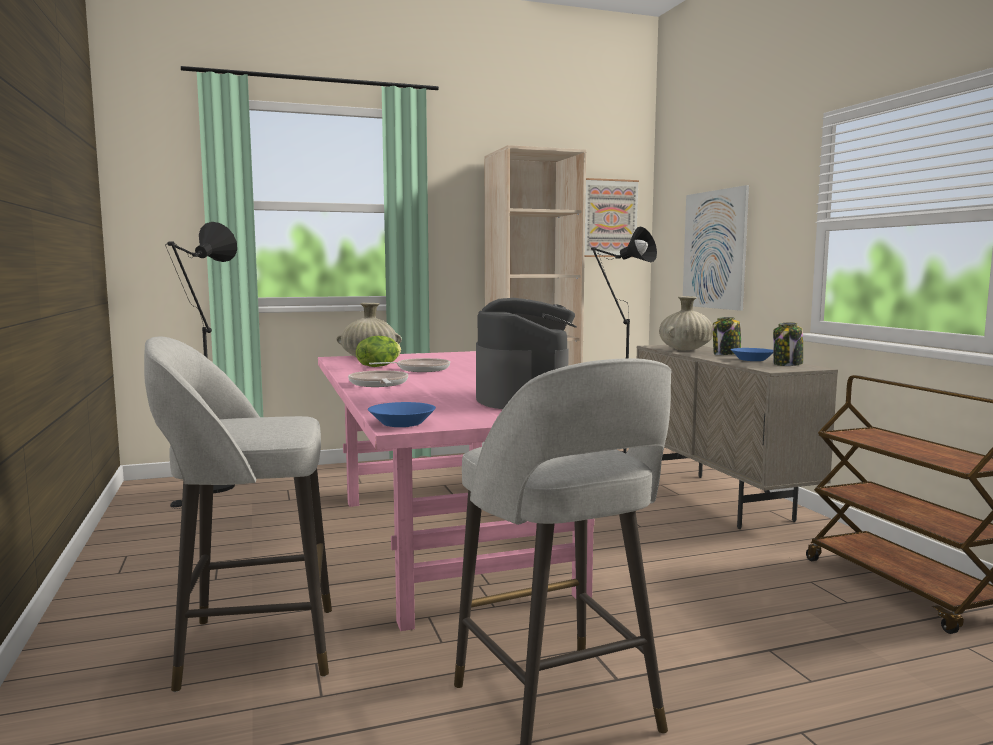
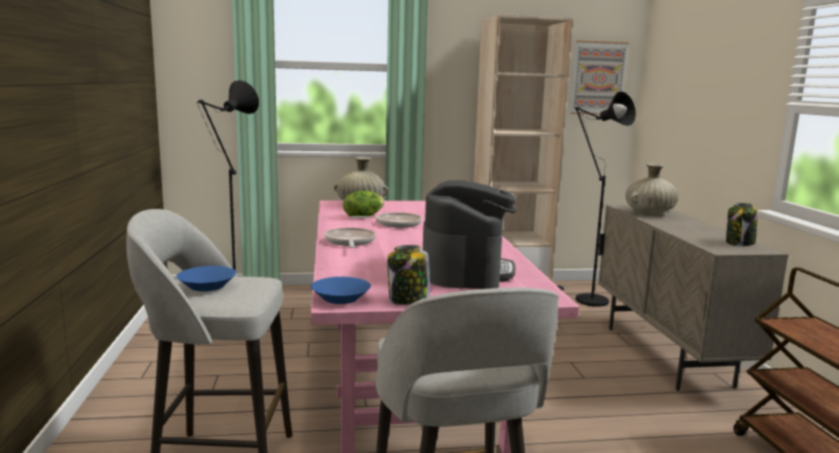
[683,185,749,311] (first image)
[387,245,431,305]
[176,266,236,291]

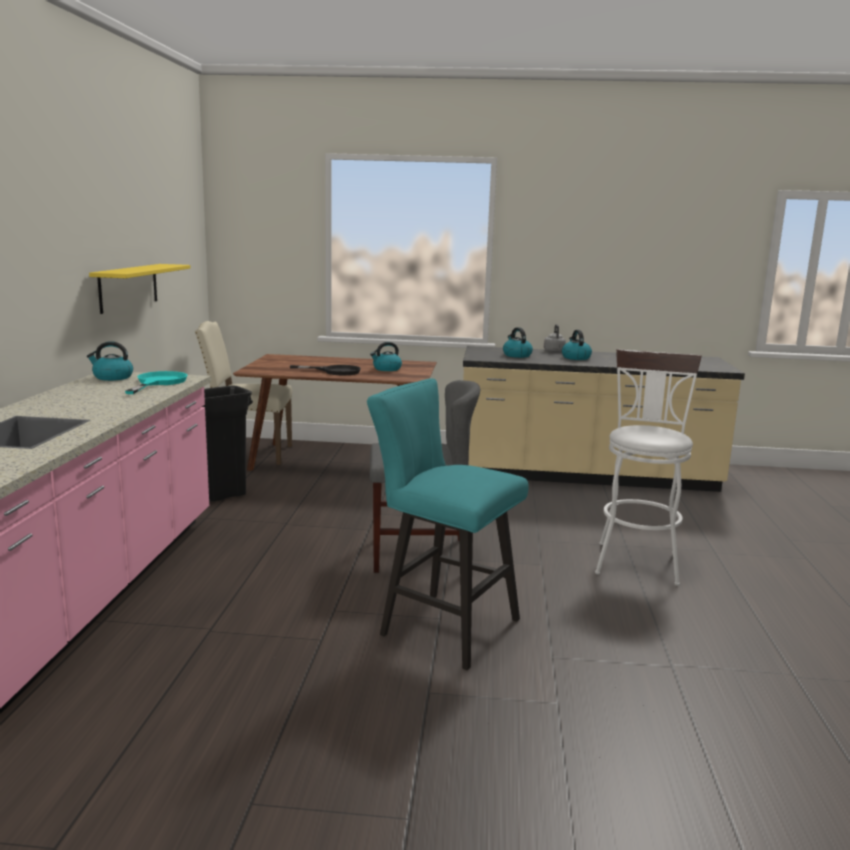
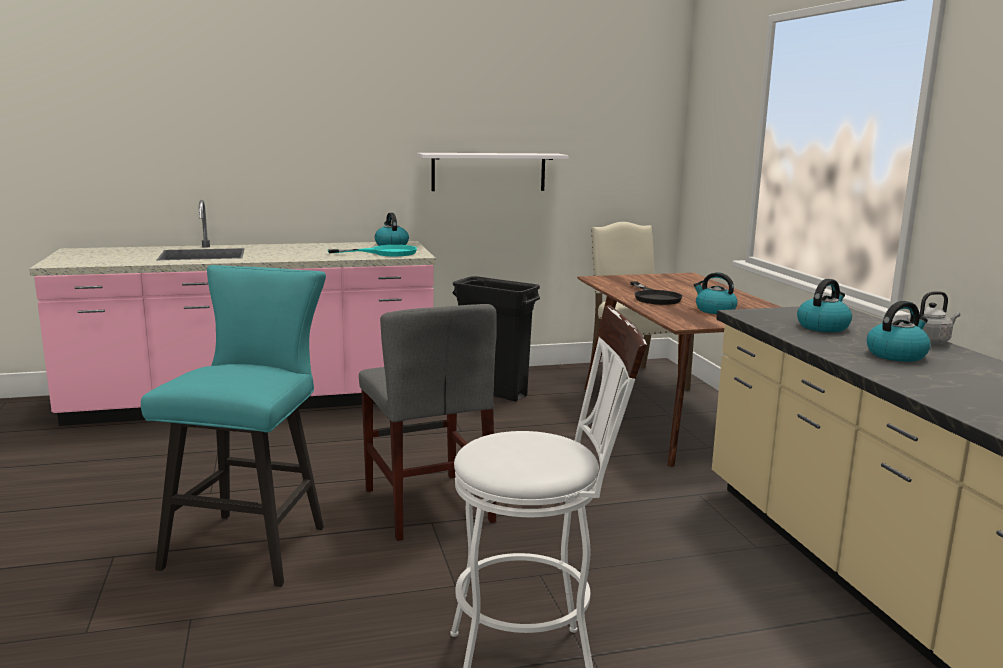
[417,153,569,191]

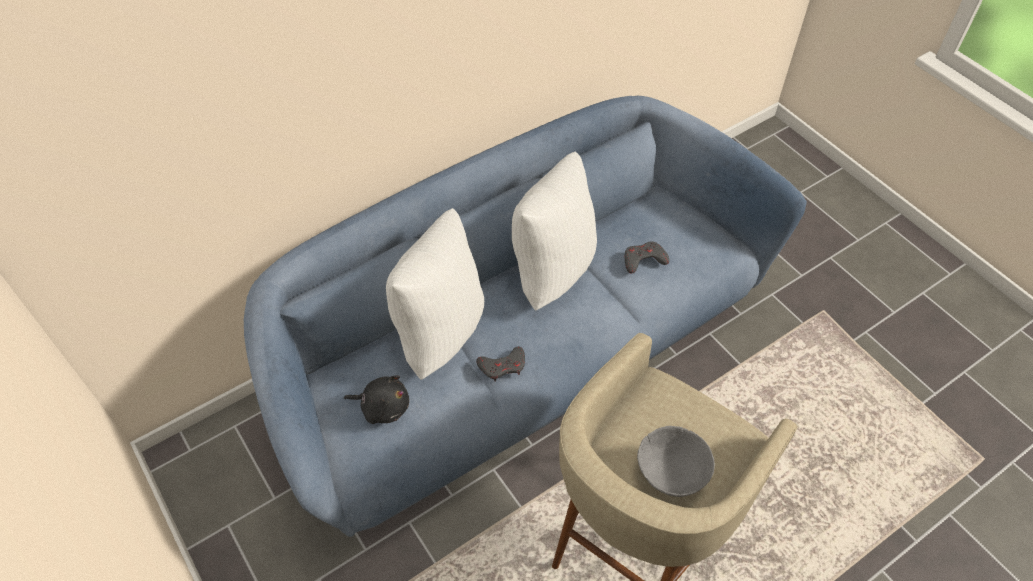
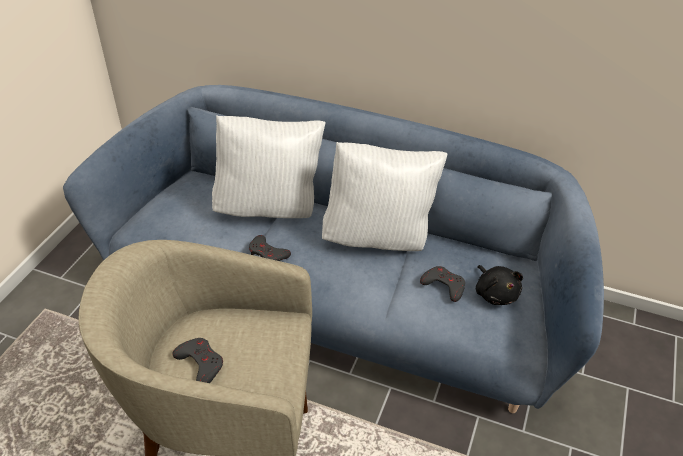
[476,265,523,305]
[172,338,223,383]

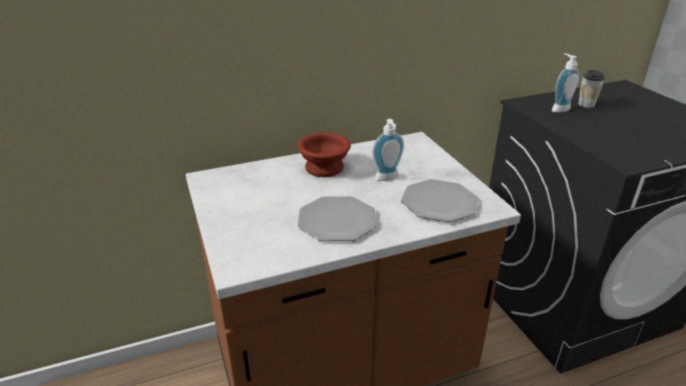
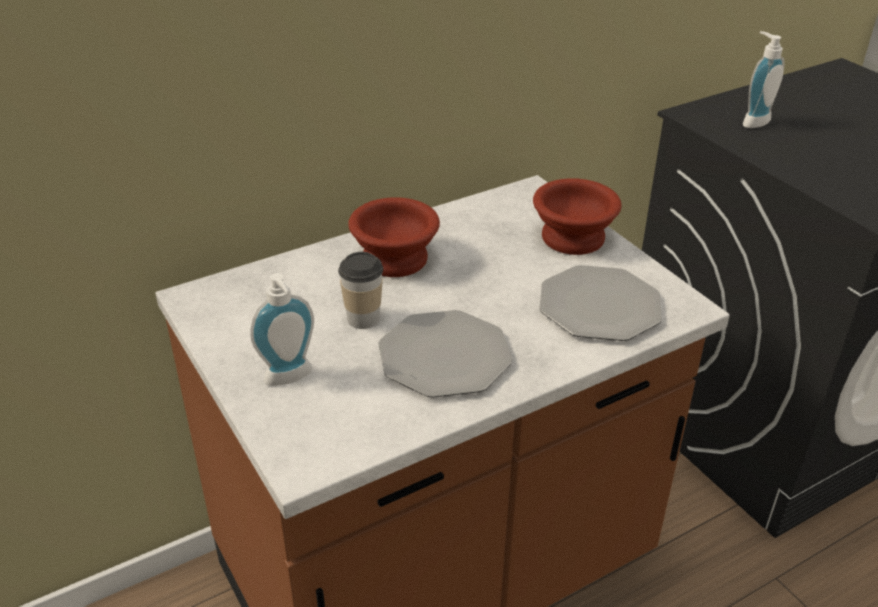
[533,178,622,255]
[250,273,314,386]
[338,252,383,329]

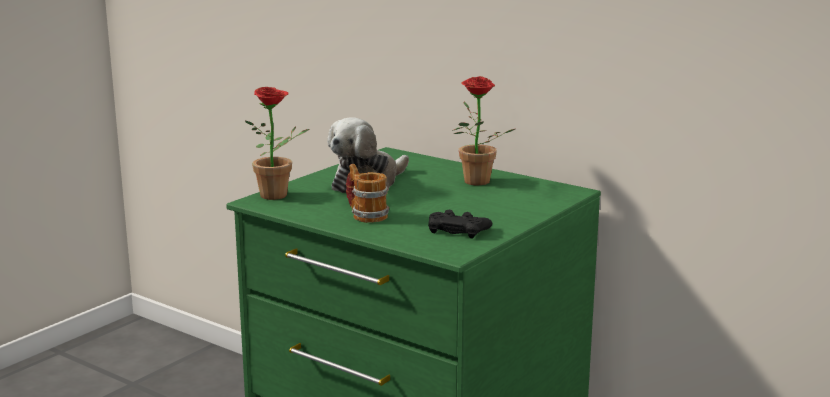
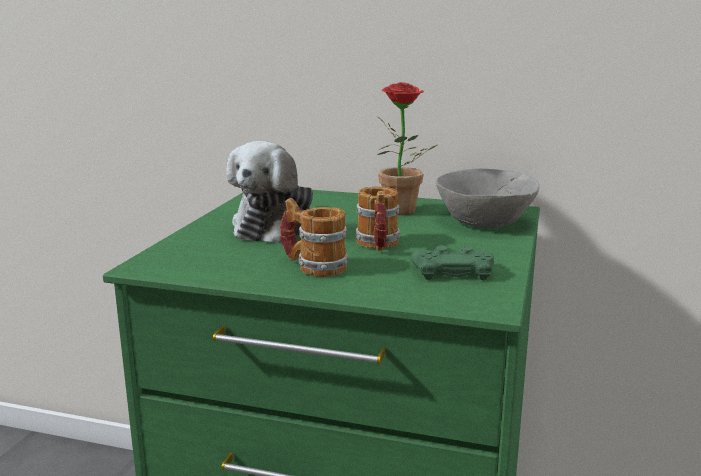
[245,87,310,200] (first image)
[356,187,400,251]
[436,169,539,228]
[411,245,494,280]

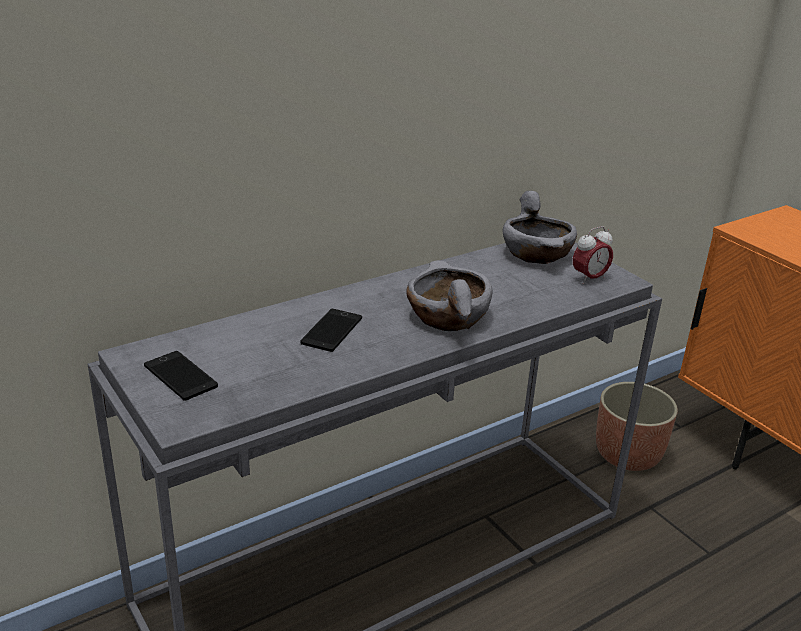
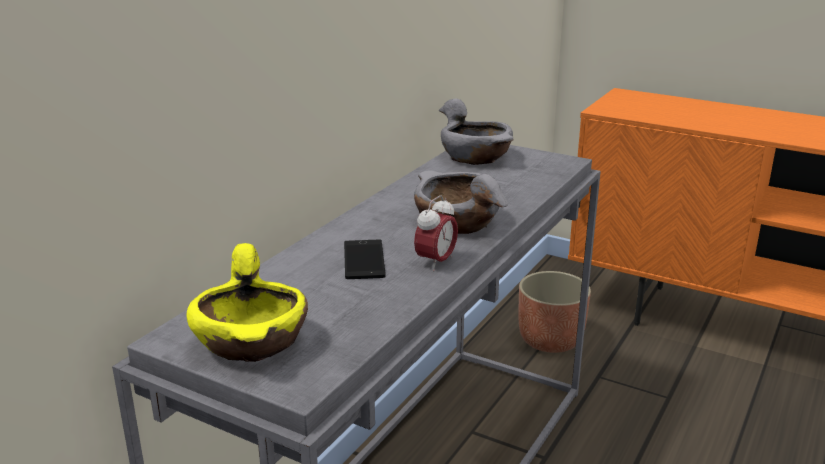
[414,195,458,271]
[186,243,308,362]

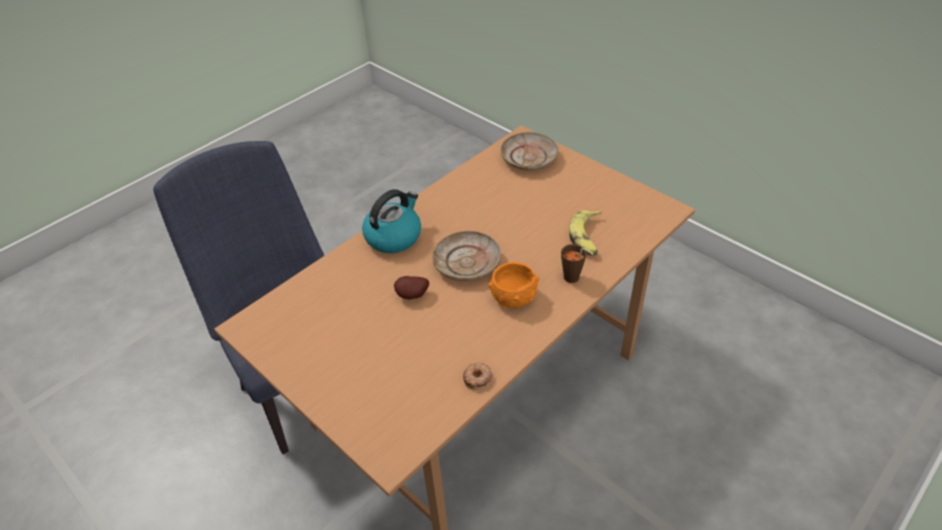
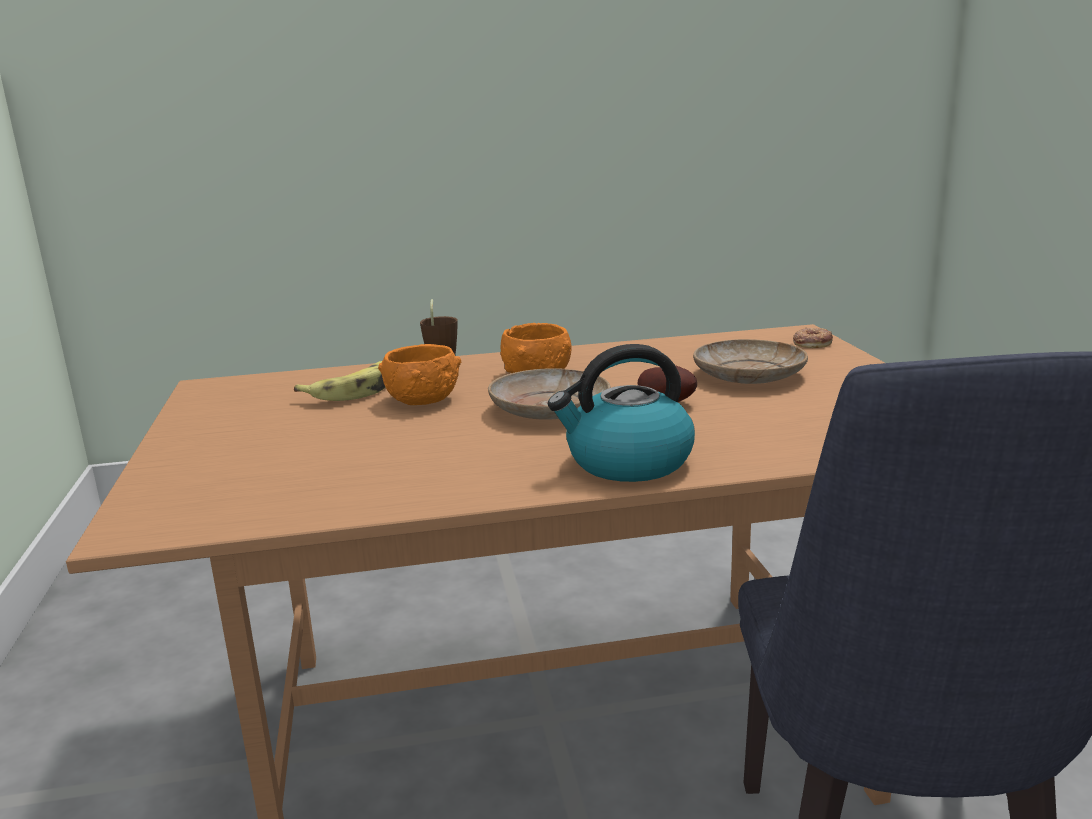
[378,344,461,405]
[793,327,833,348]
[693,339,808,384]

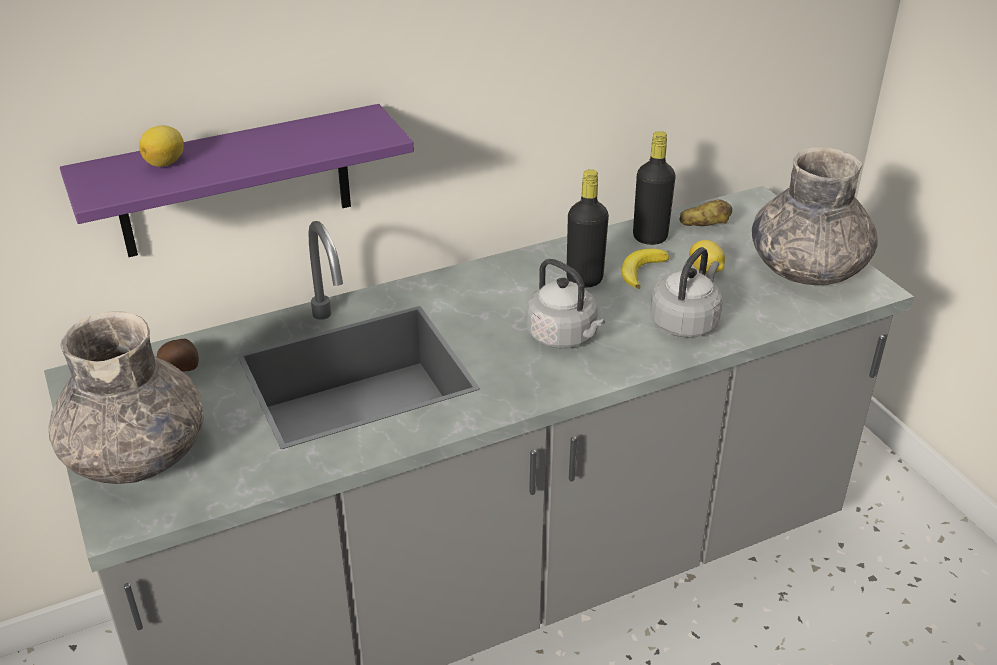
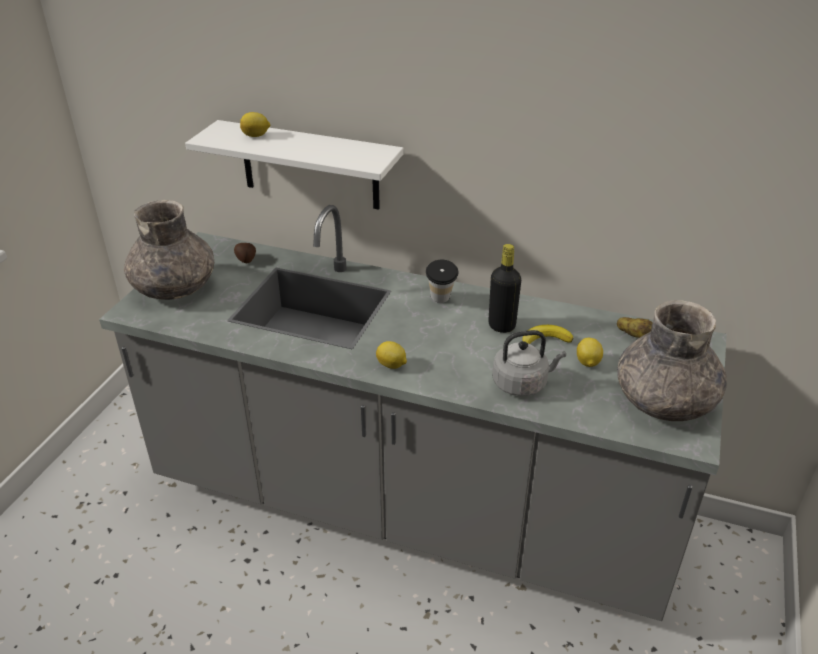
[527,259,605,348] (first image)
[633,131,676,245] (first image)
[376,341,407,369]
[426,259,458,303]
[185,120,404,210]

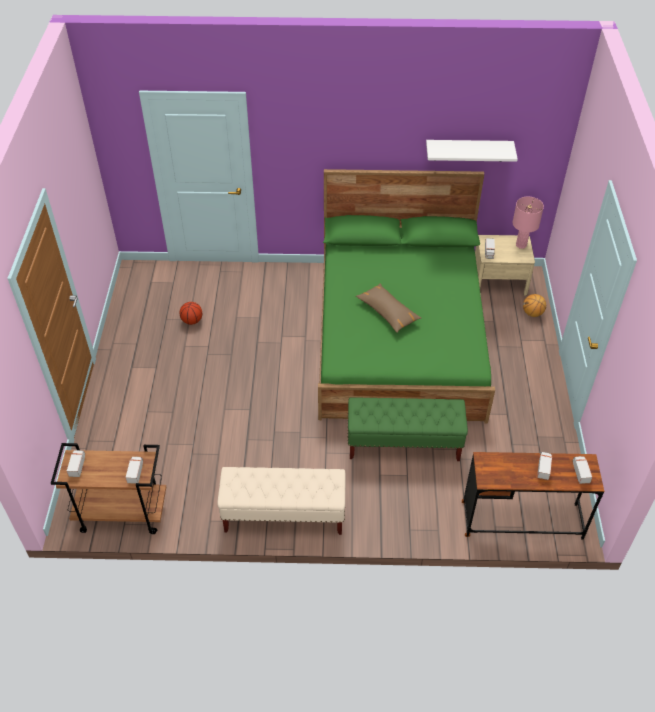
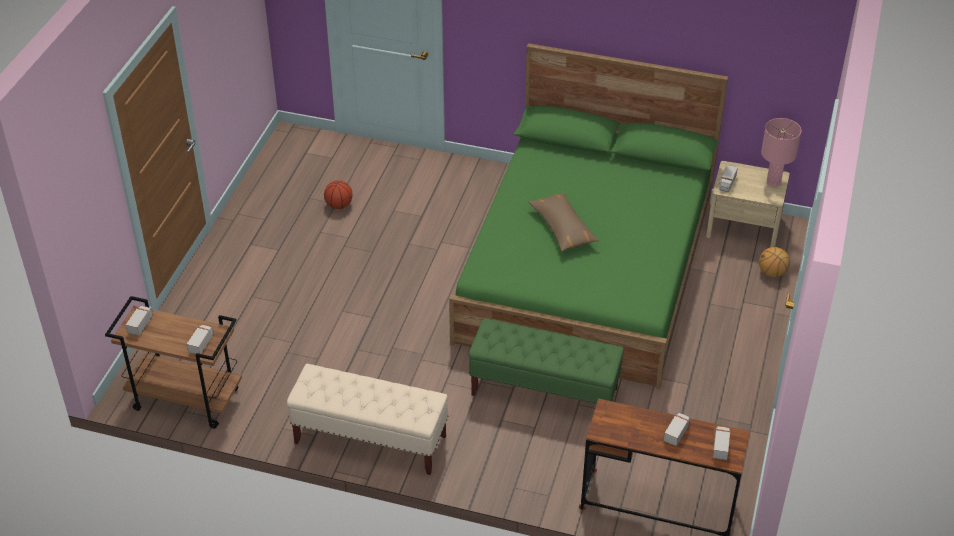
[426,140,518,162] (first image)

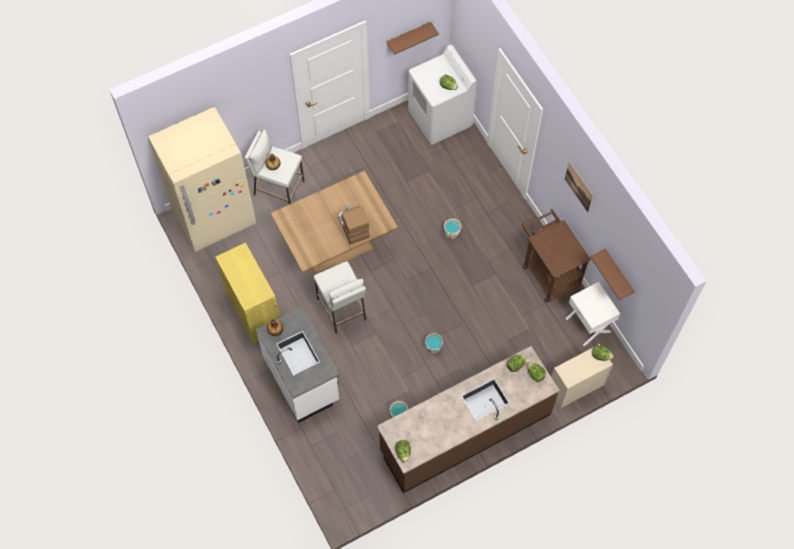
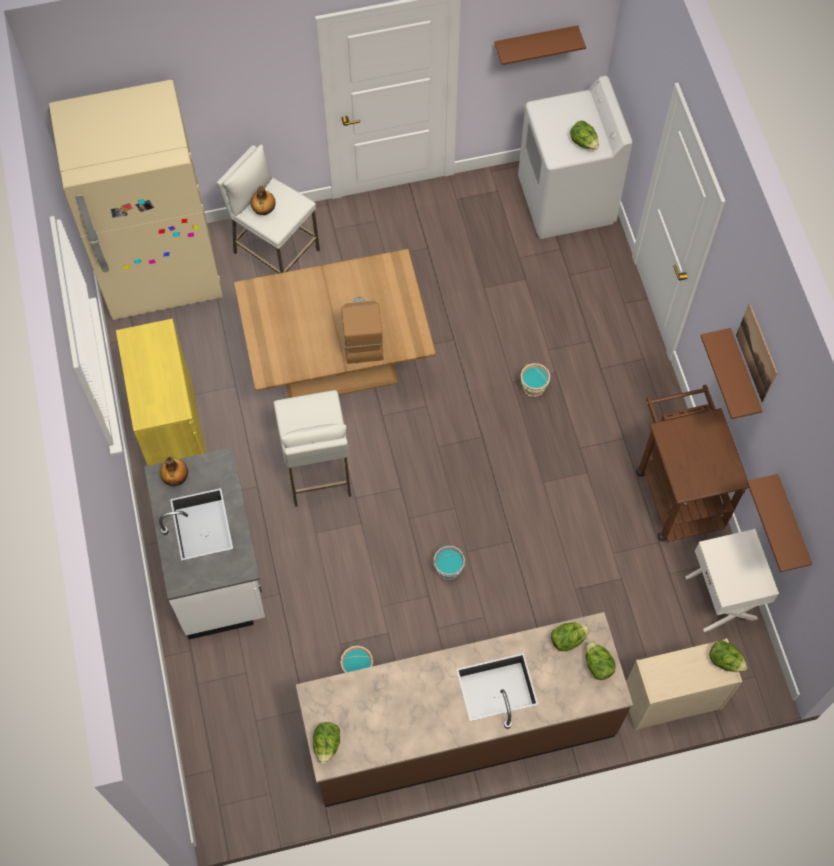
[701,328,762,419]

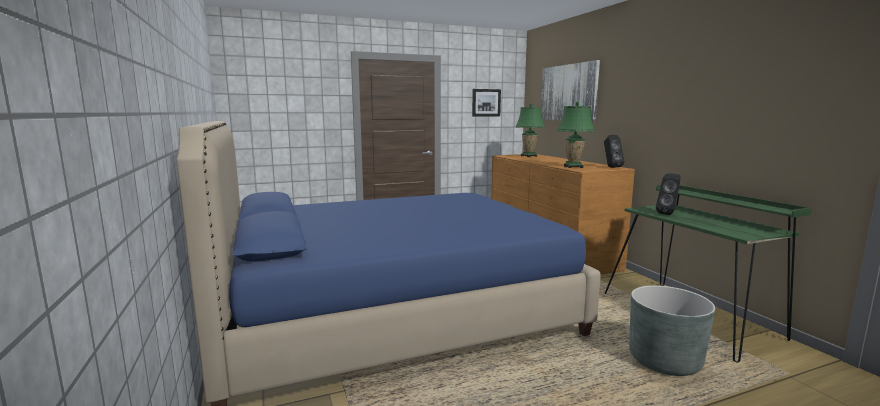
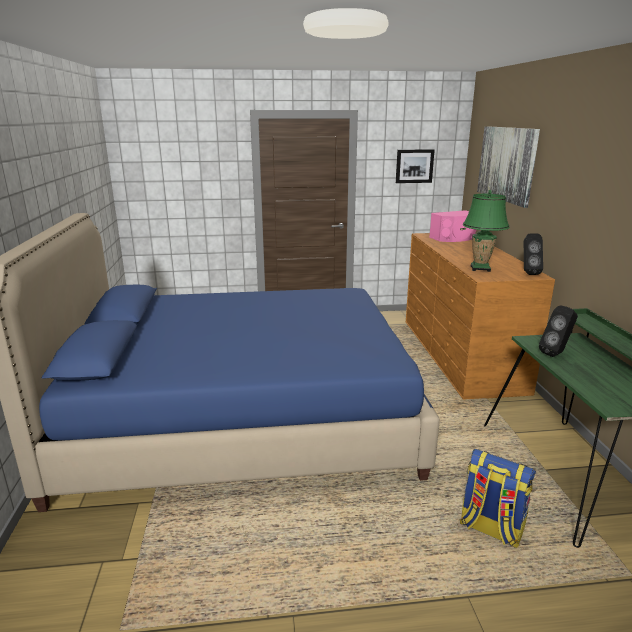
[429,210,476,242]
[460,449,536,548]

